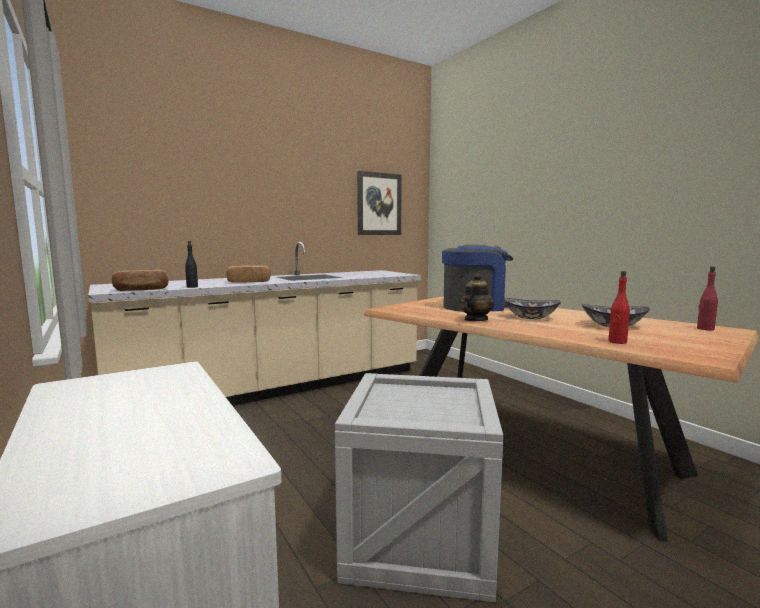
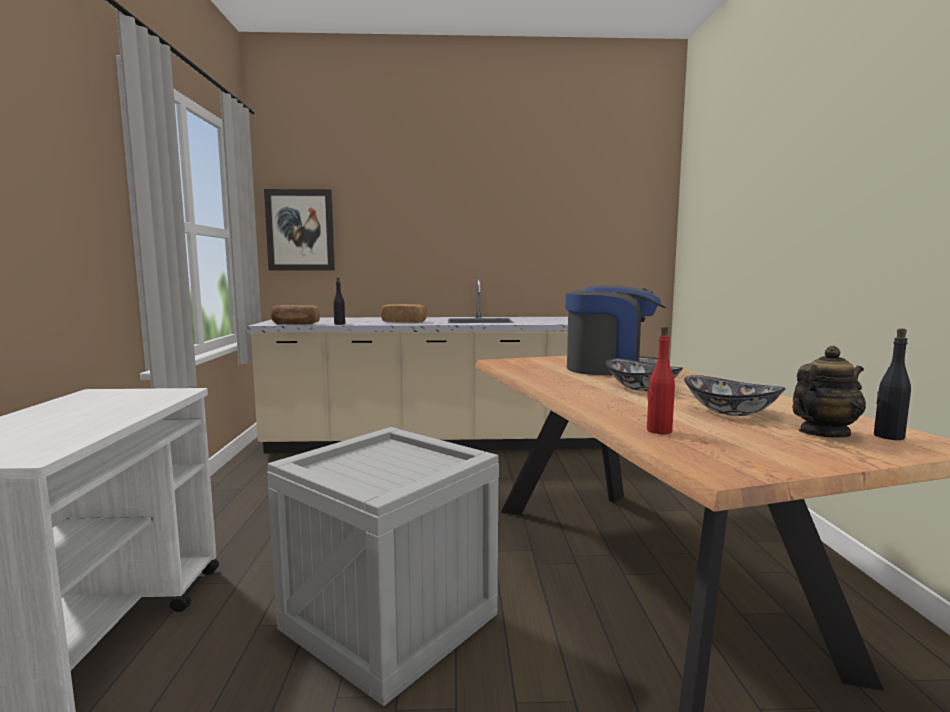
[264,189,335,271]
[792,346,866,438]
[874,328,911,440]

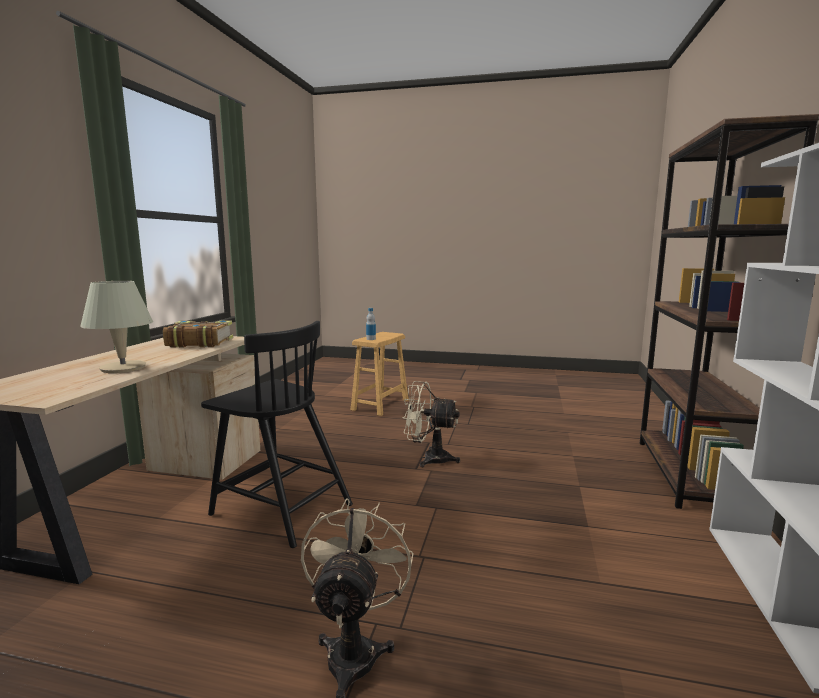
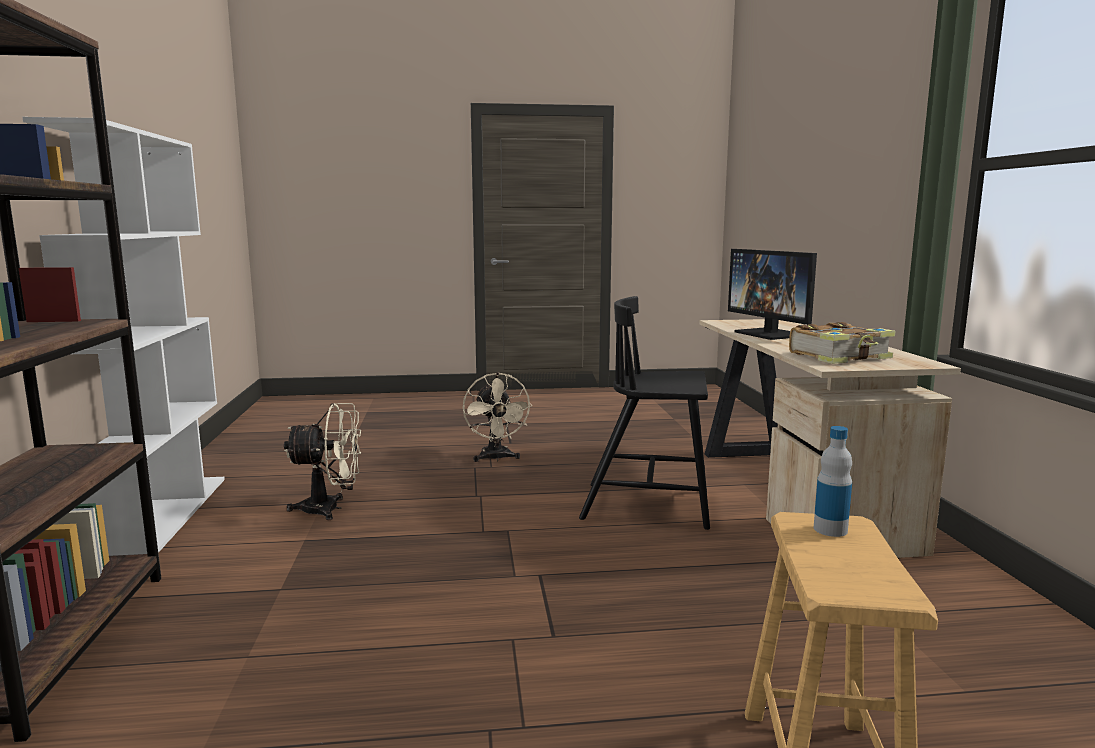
[284,403,361,520]
[728,249,817,340]

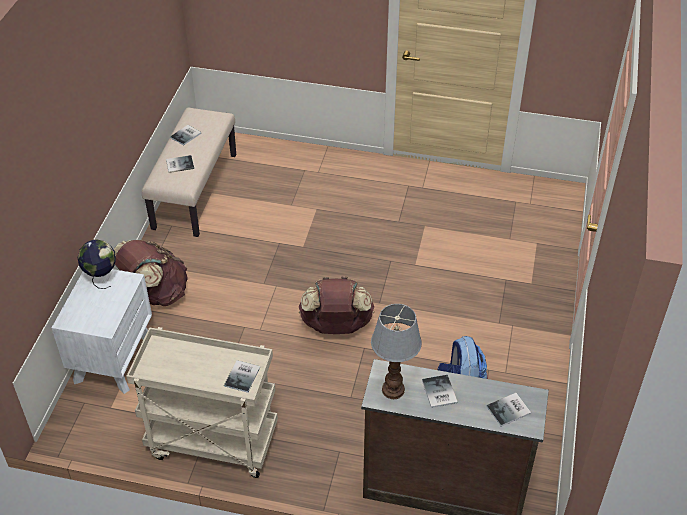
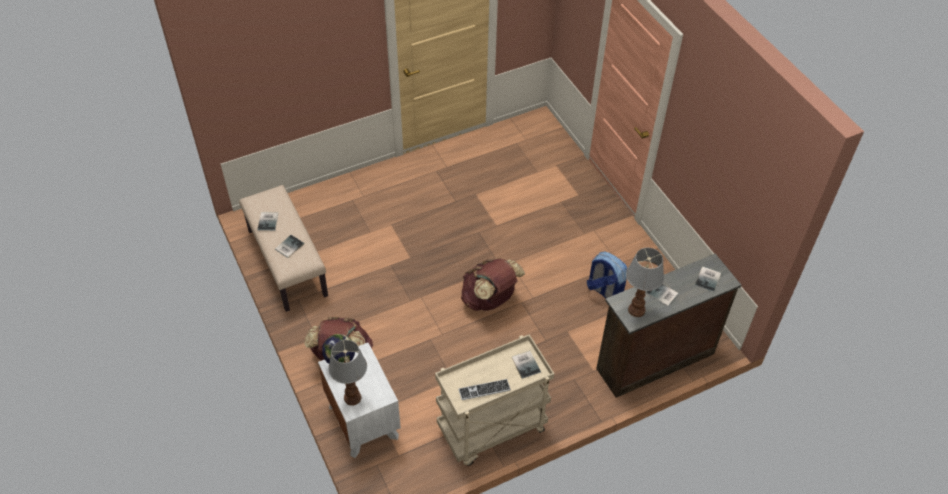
[328,340,367,406]
[458,379,511,400]

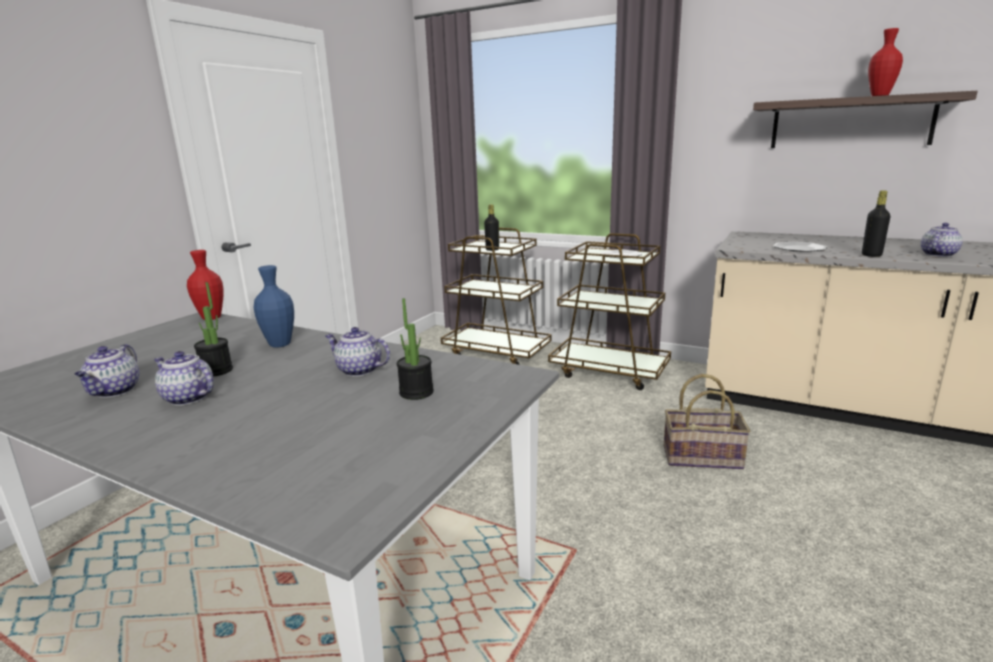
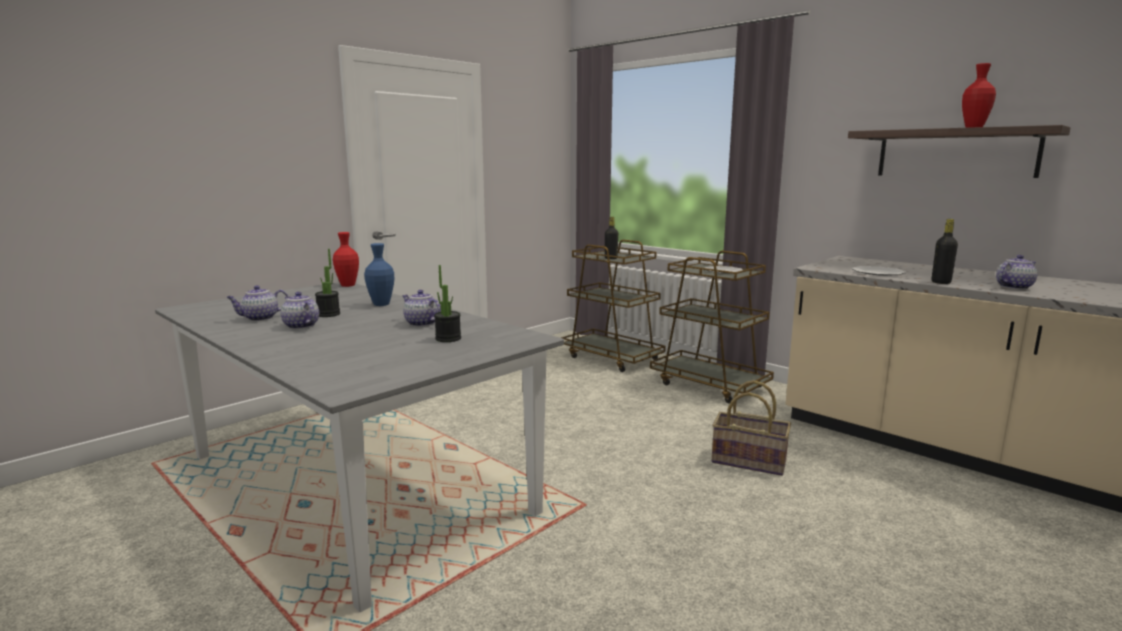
[226,285,288,321]

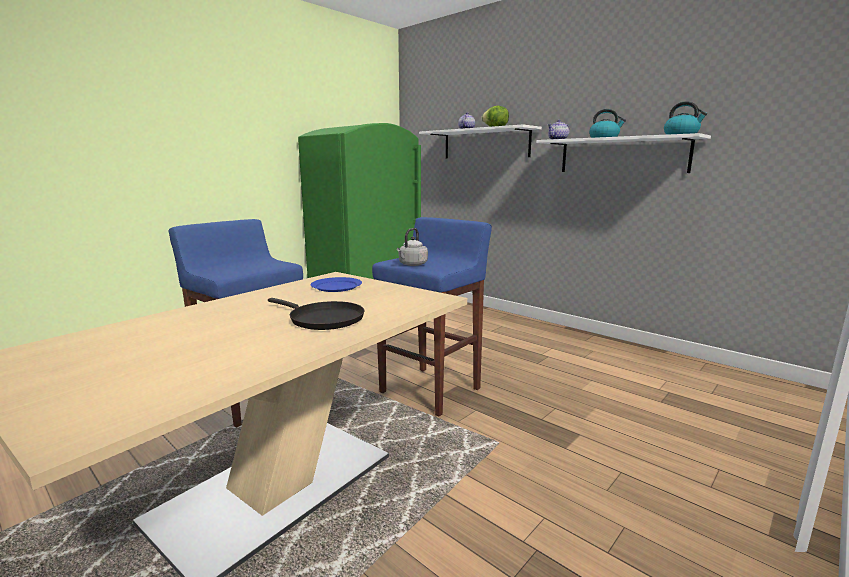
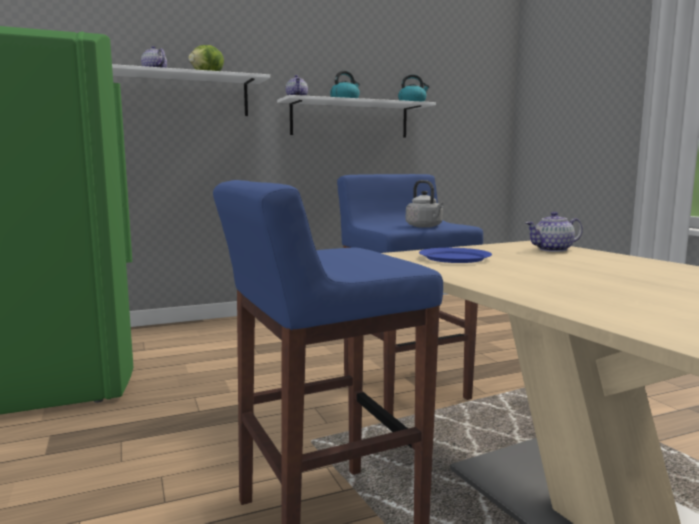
[268,298,364,330] (first image)
[526,212,583,252]

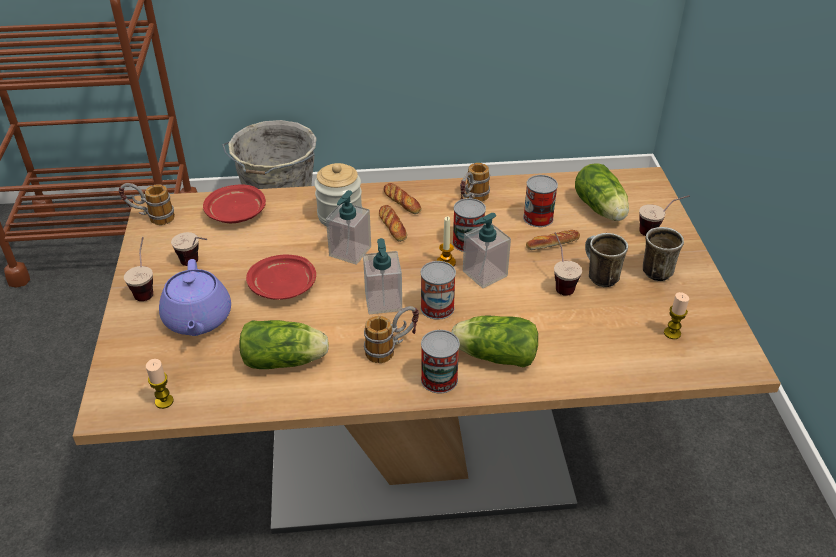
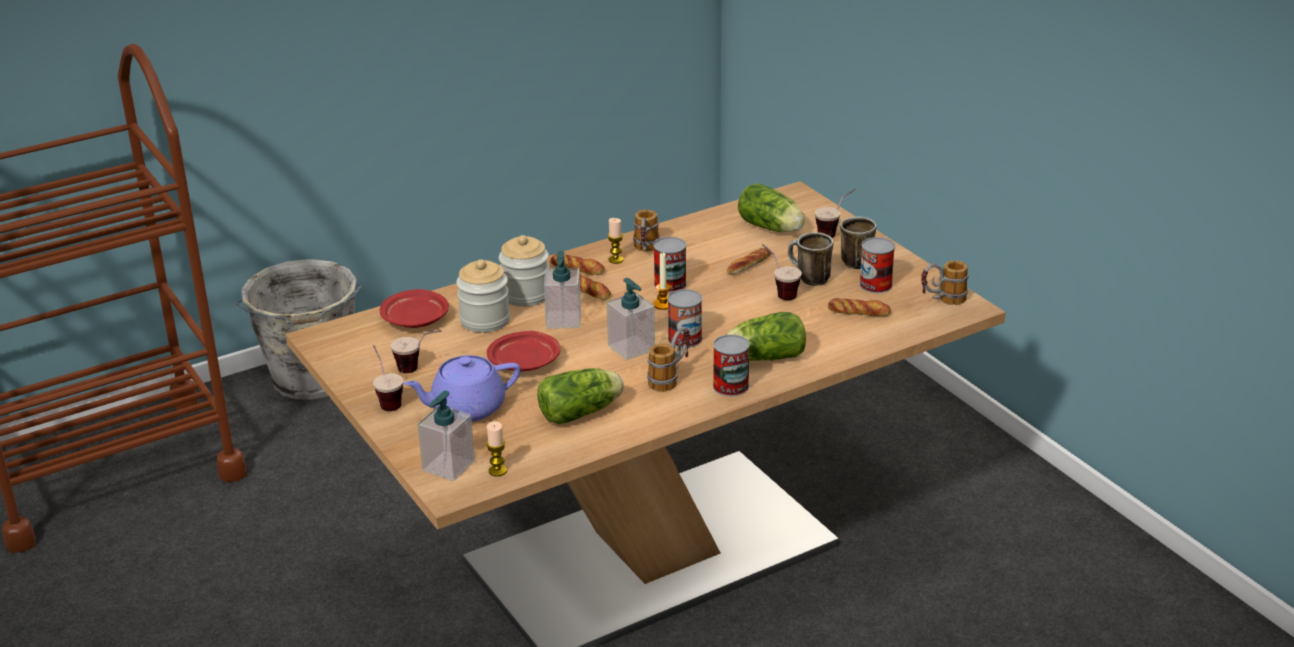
[456,259,510,333]
[828,298,891,316]
[921,260,969,305]
[417,391,475,481]
[859,237,895,293]
[608,218,624,264]
[403,355,520,422]

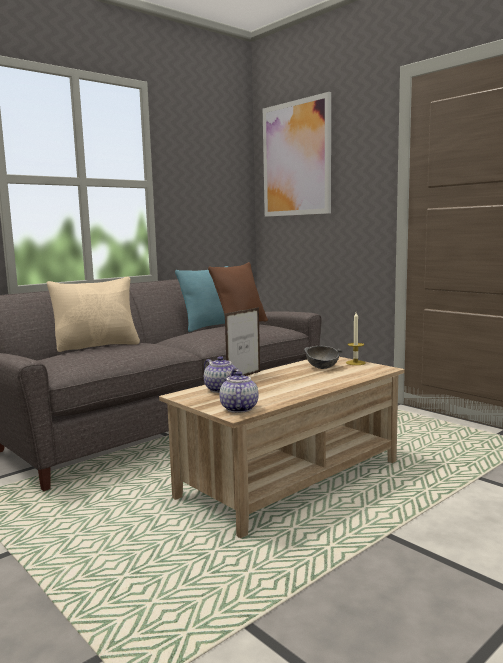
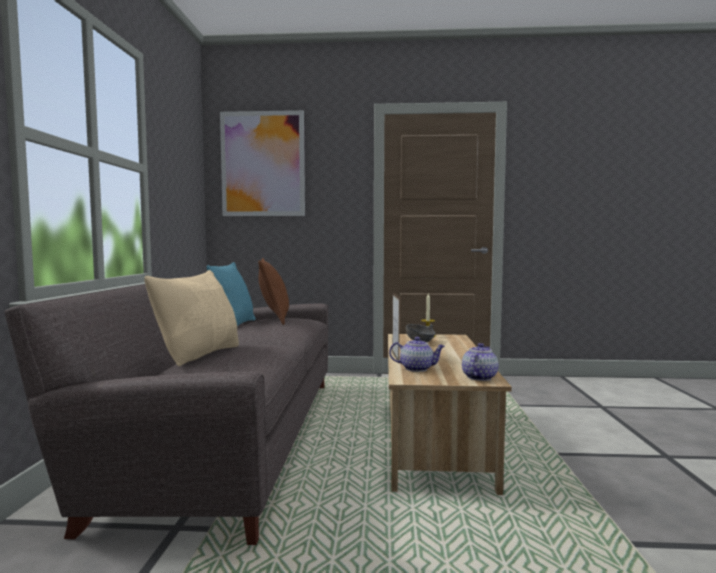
[462,343,498,381]

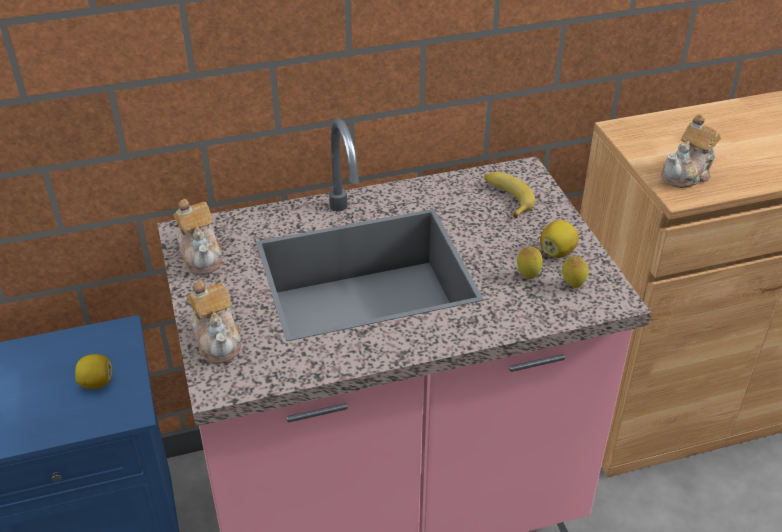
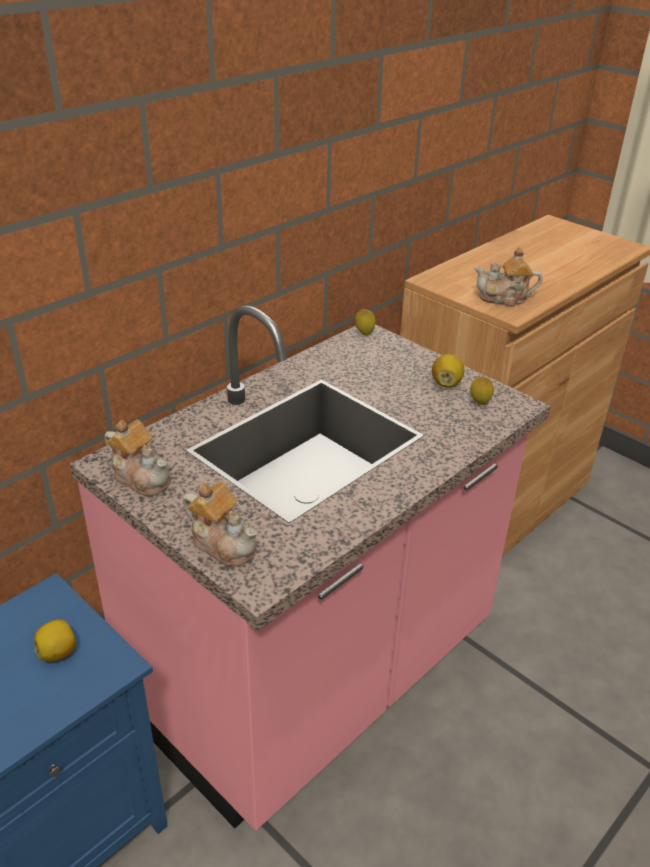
[484,172,535,218] (first image)
[355,309,376,336]
[475,247,542,306]

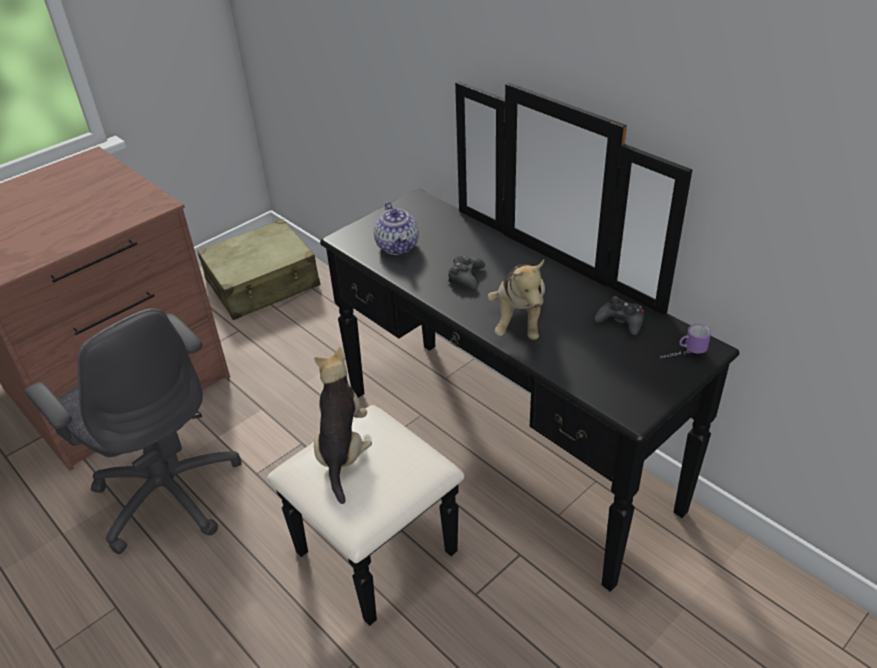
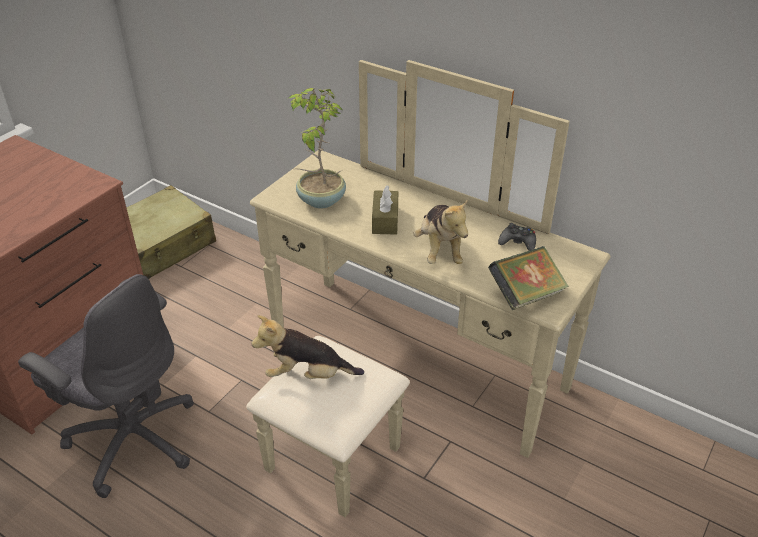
[660,324,711,359] (first image)
[488,246,569,310]
[287,88,346,208]
[372,185,398,235]
[246,60,610,517]
[251,315,364,379]

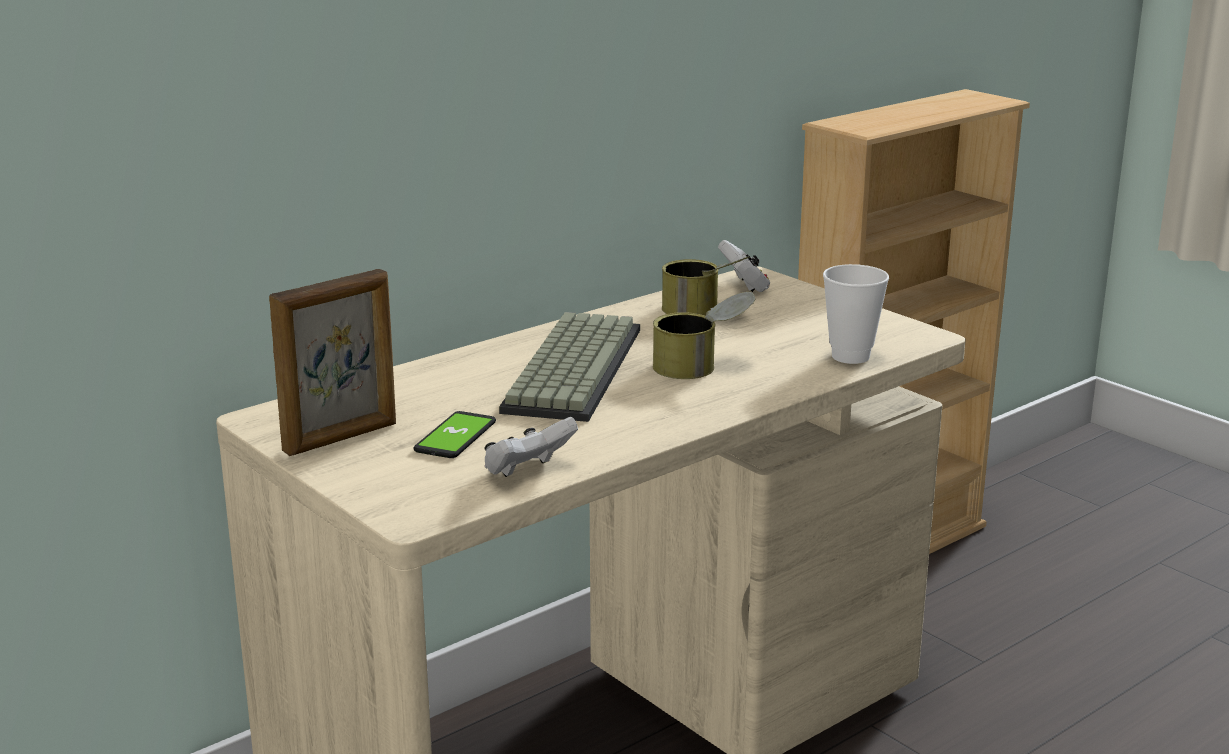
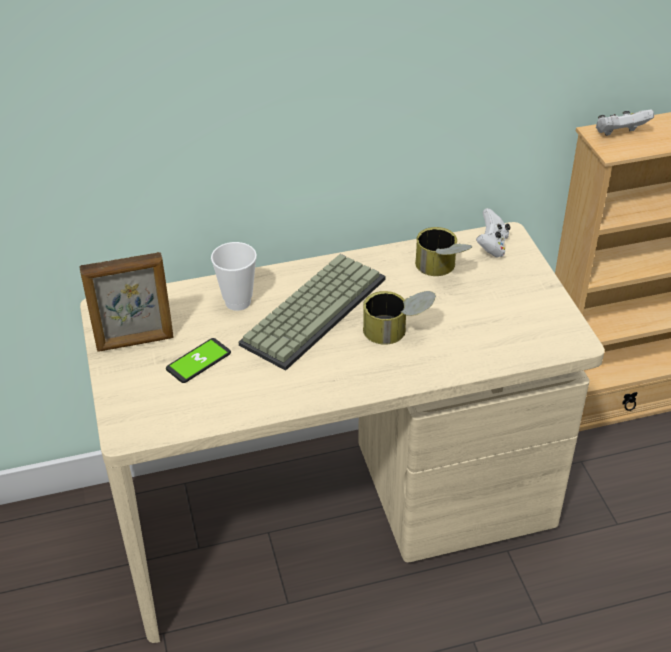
[596,110,654,136]
[211,242,257,311]

